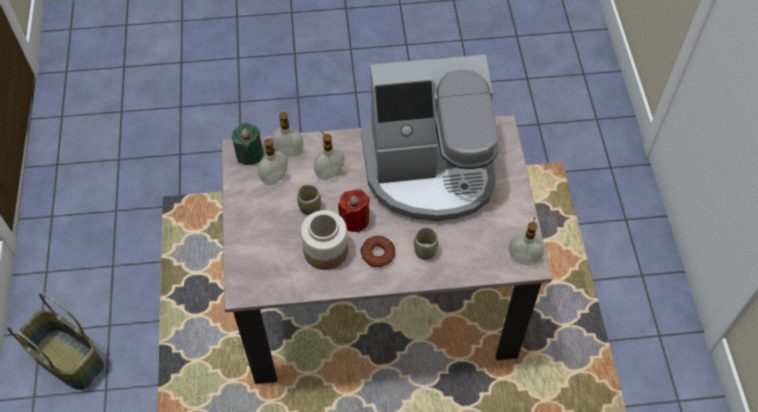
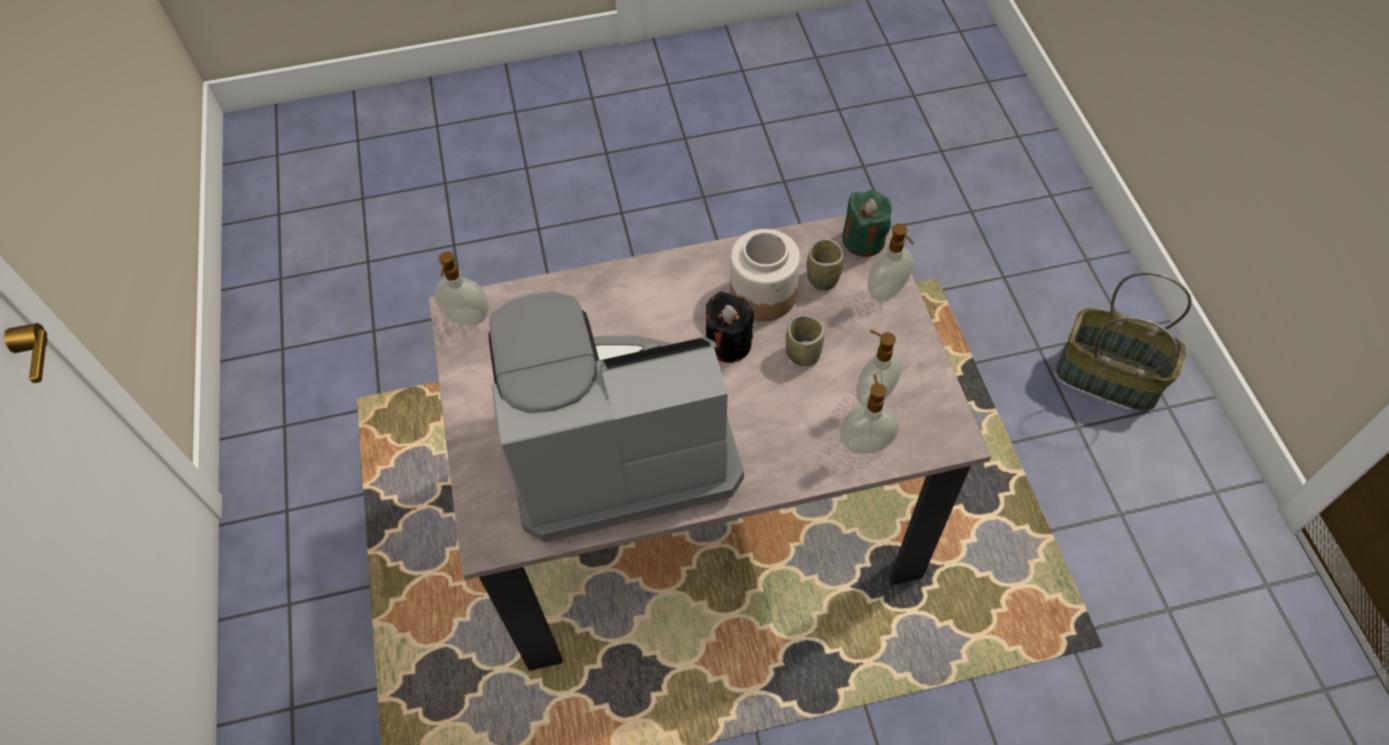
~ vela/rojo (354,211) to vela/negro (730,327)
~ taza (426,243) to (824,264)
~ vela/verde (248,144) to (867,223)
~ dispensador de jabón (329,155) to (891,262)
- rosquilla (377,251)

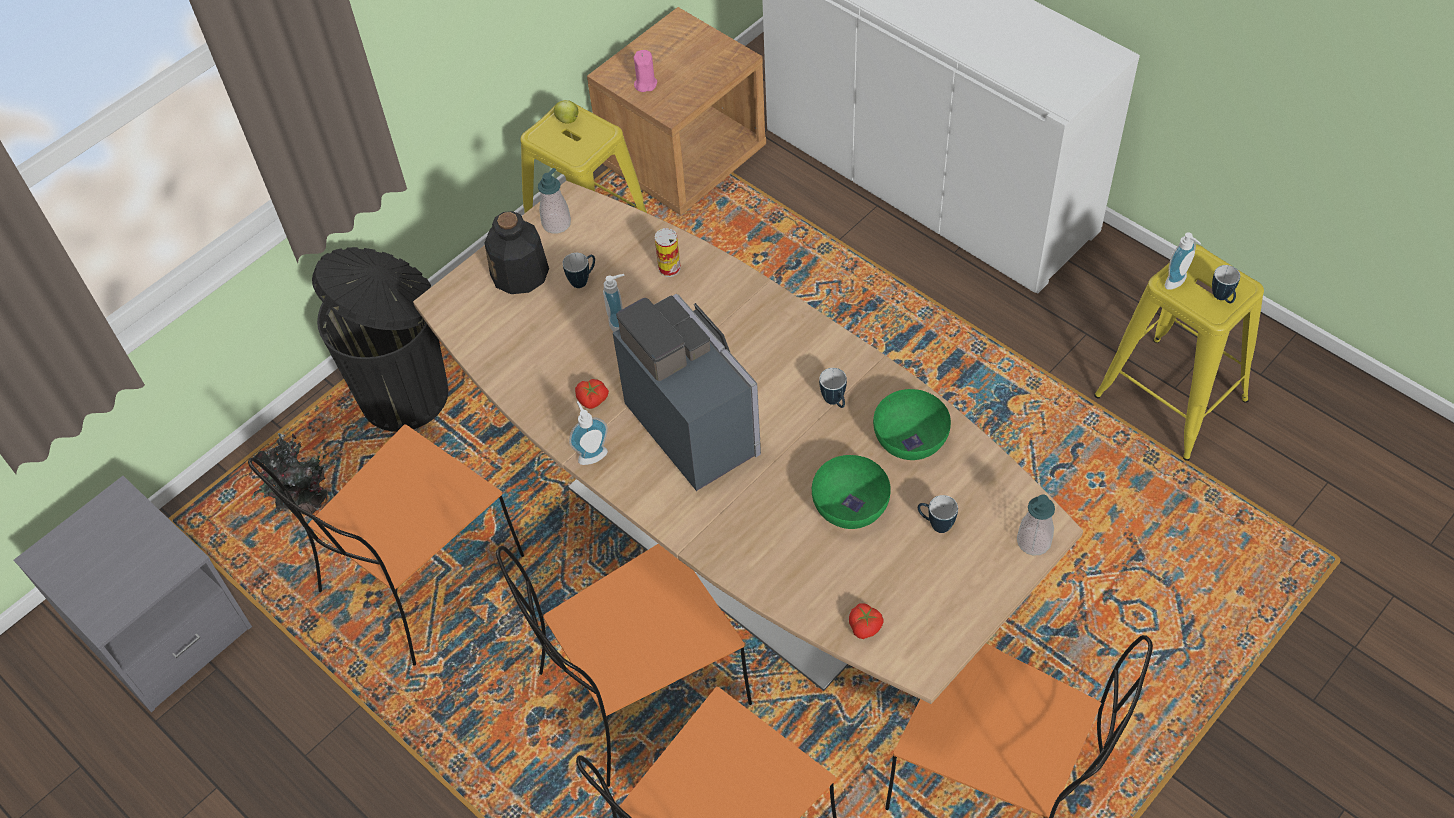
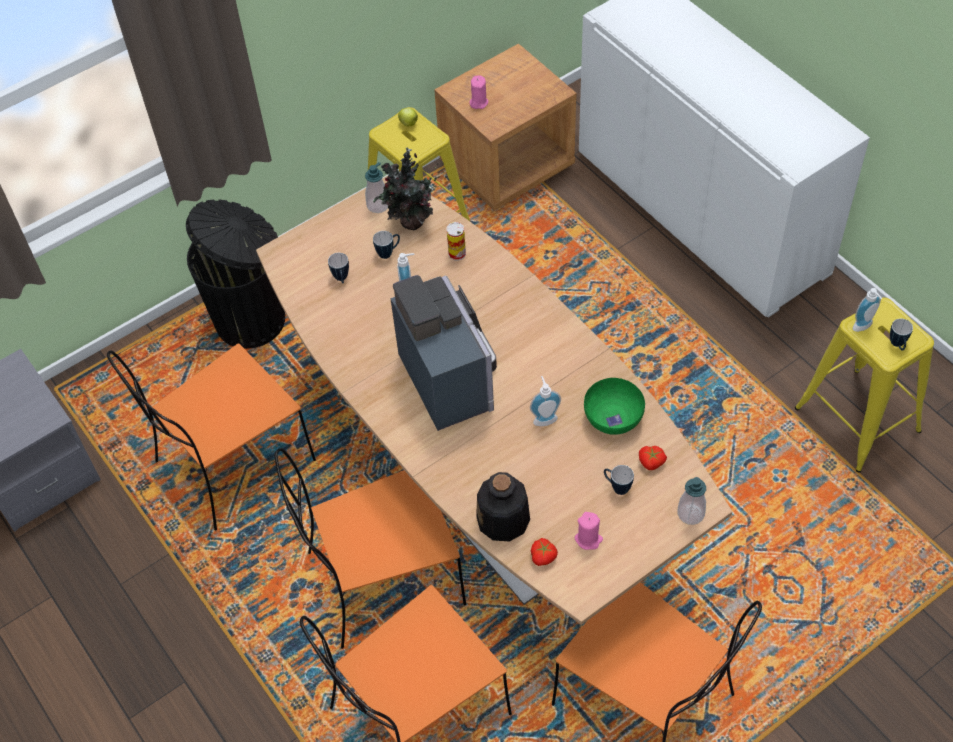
~ taza grande (833,388) to (338,268)
~ planta en maceta (290,474) to (406,189)
~ botella (516,252) to (503,506)
~ dispensador de jabón (588,433) to (545,401)
+ vela/rosa (588,531)
~ tomate (592,394) to (653,458)
- cuenco/verde (851,492)

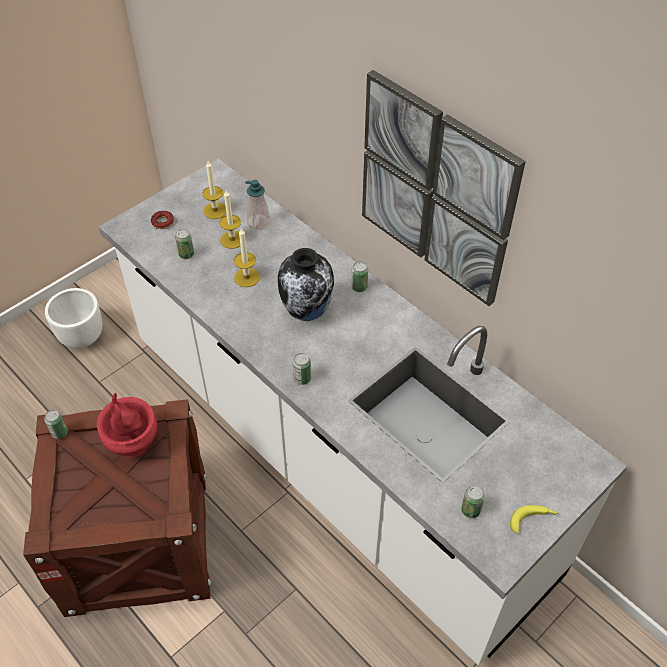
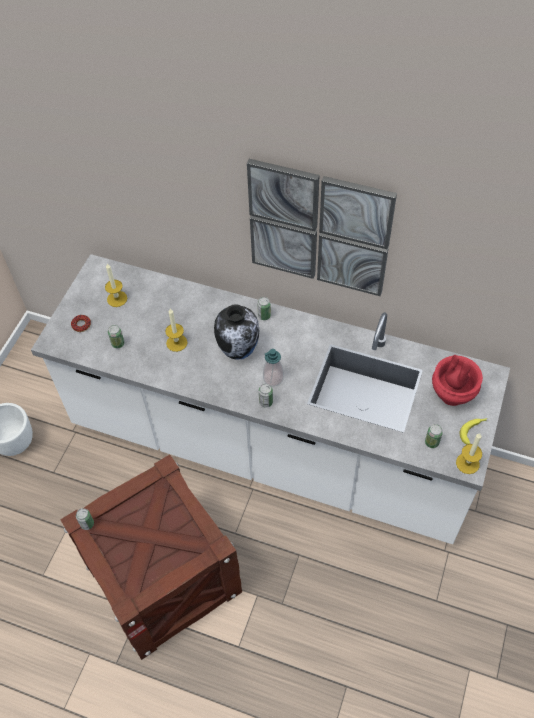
~ dispensador de jabón (257,205) to (273,367)
~ florero/rojo (127,425) to (457,380)
~ vela (230,219) to (469,453)

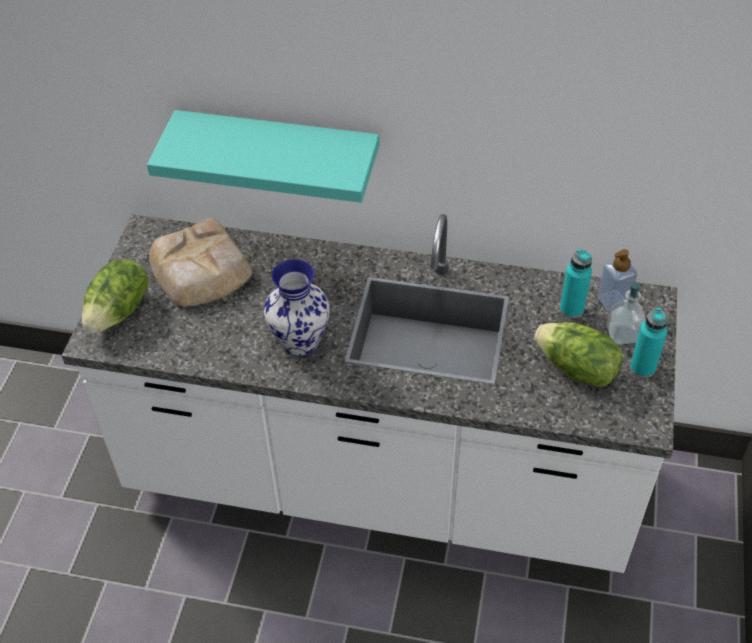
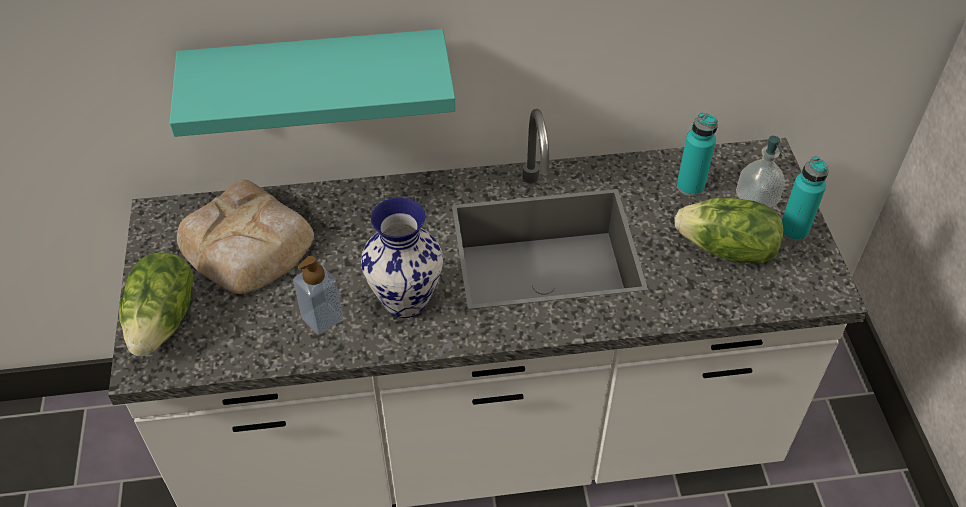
~ dispensador de jabón (617,280) to (318,295)

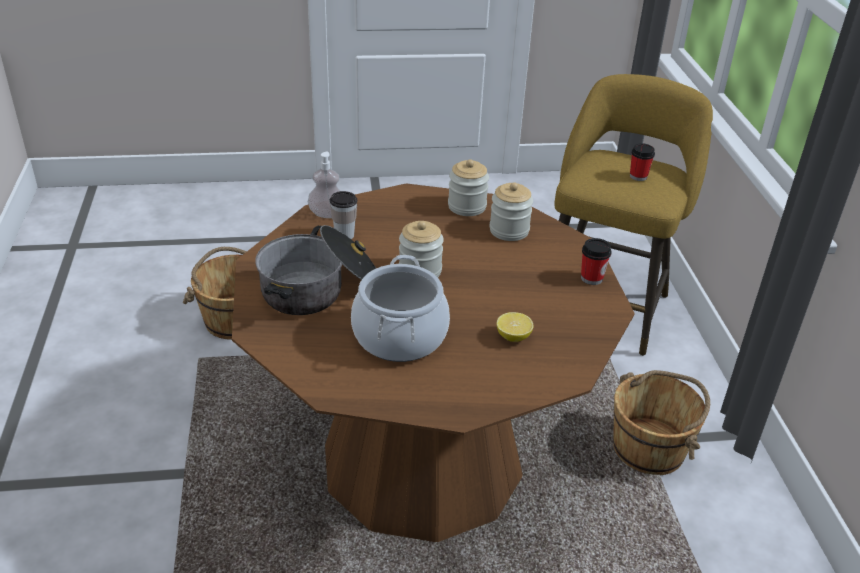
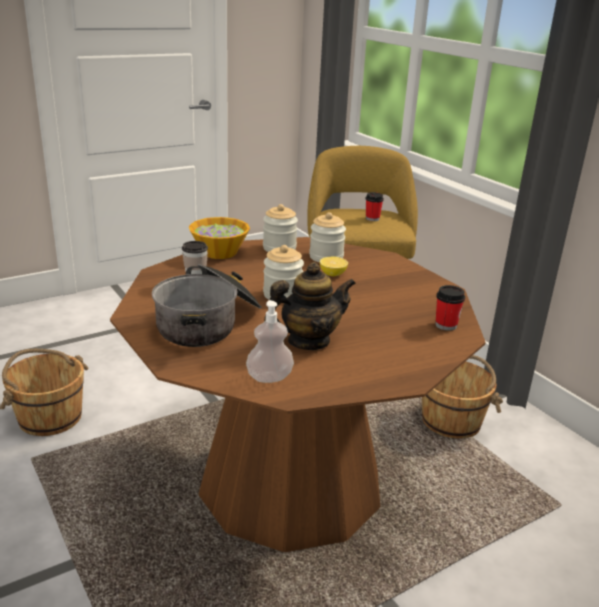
+ cuenco (219,238)
~ dispensador de jabón (324,185) to (270,341)
~ olla (400,308) to tetera (310,306)
~ limón (515,327) to (334,266)
~ taza (596,261) to (450,308)

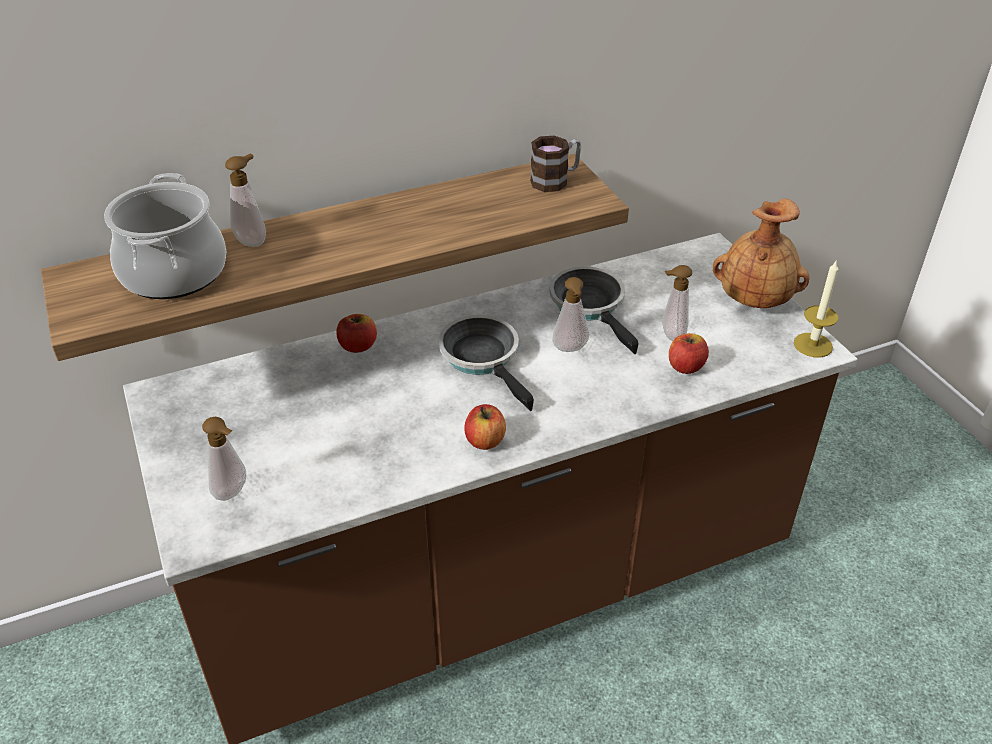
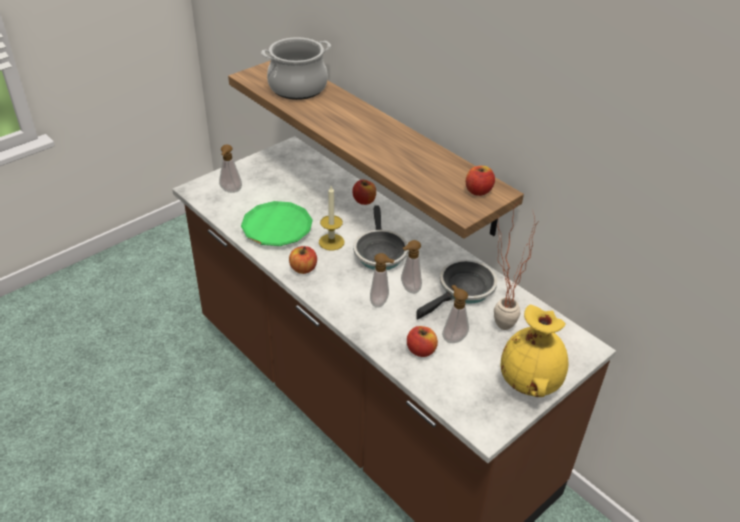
+ plato/verde (277,223)
~ vela (816,308) to (332,218)
~ sartén (486,363) = (380,237) 135 degrees clockwise
~ dispensador de jabón (245,200) to (382,280)
~ taza grande (555,164) to manzana (480,181)
+ planta en maceta (516,265)
~ florero/marrón (761,253) to florero/amarillo (534,351)

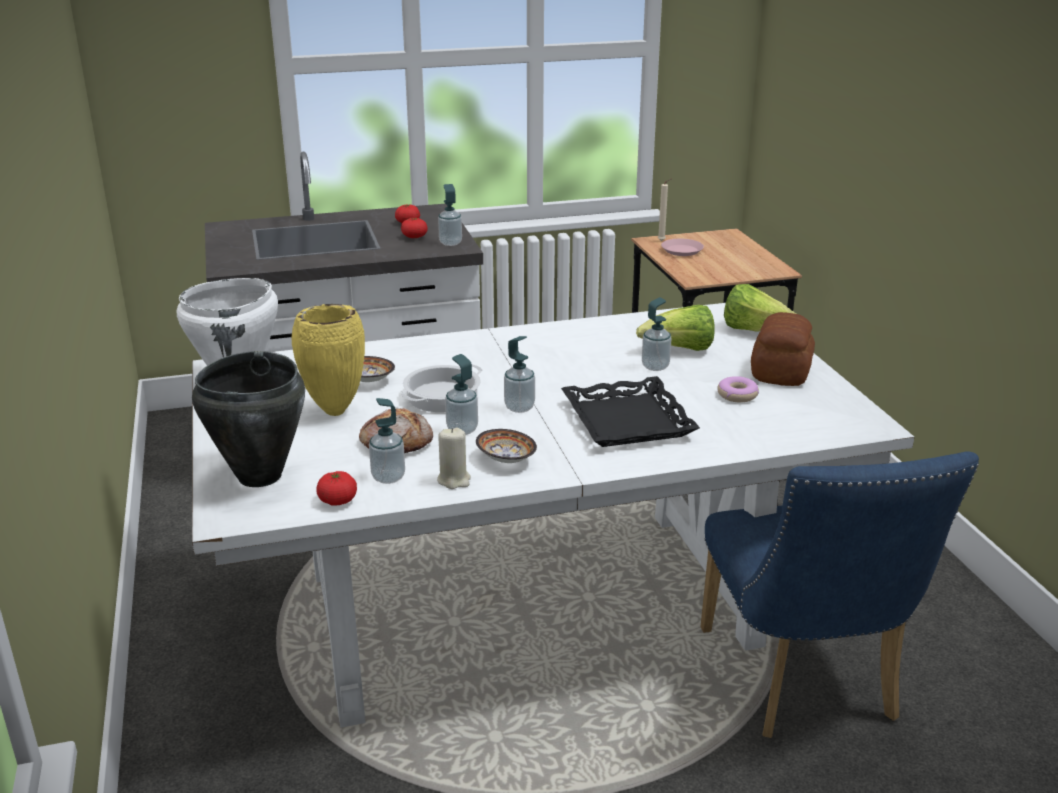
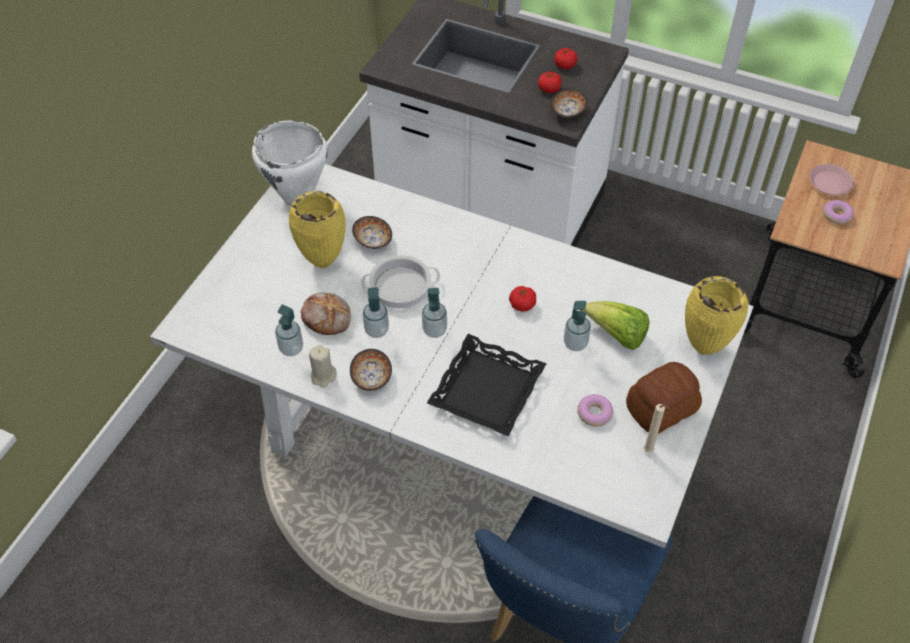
~ tomate (336,488) to (522,299)
~ dispensador de jabón (450,215) to cuenco (569,103)
~ vela/beis (664,210) to (657,428)
~ lechuga (760,307) to florero/amarillo (716,315)
+ rosquilla (838,212)
- olla/negro (248,419)

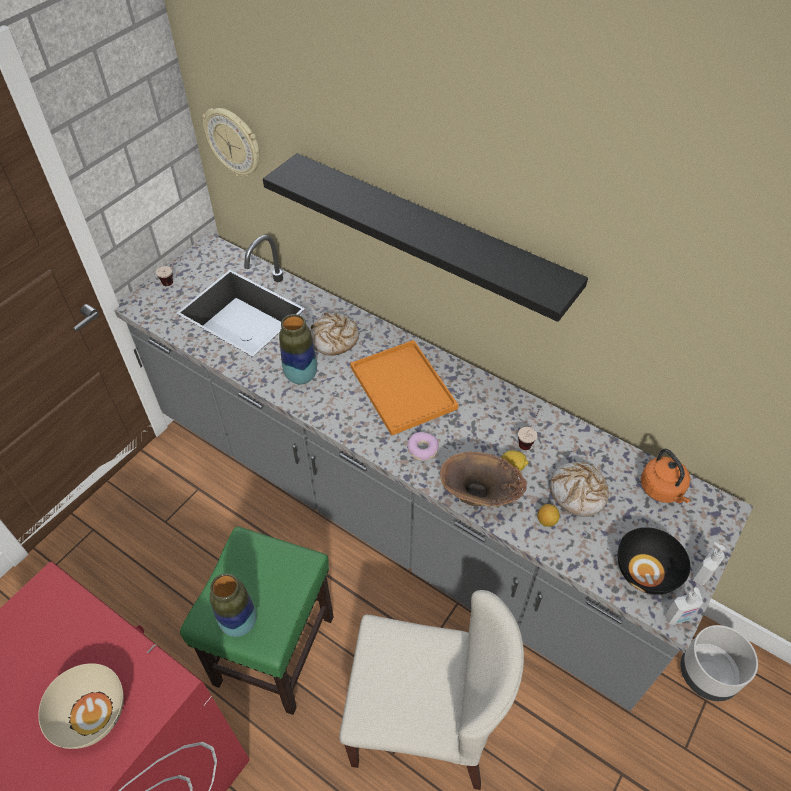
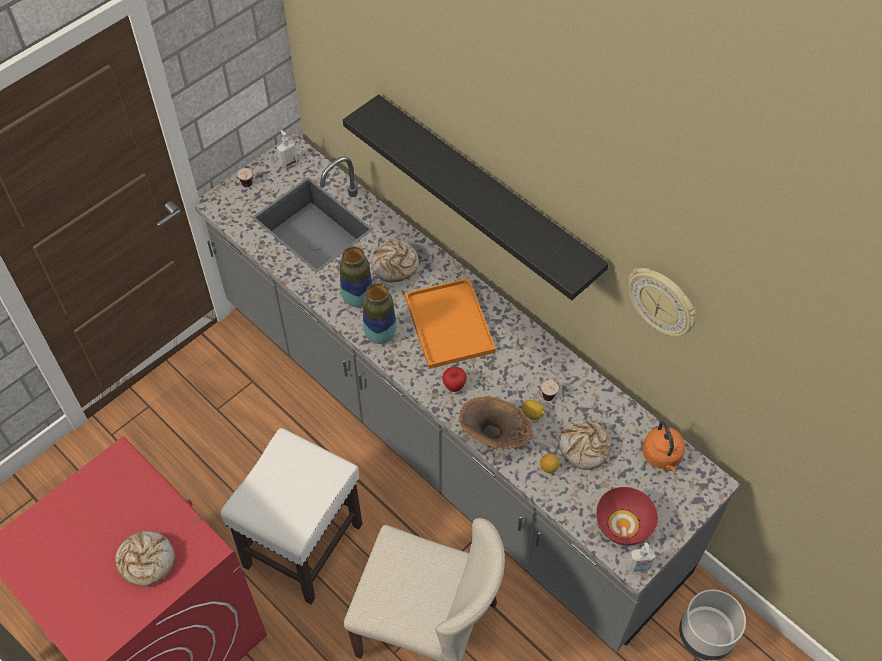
~ cuenco/beis (81,706) to pan (145,558)
~ taburete/verde (257,620) to taburete/blanco (291,516)
~ dispensador de jabón (709,564) to (287,149)
~ florero (233,605) to (379,313)
~ rosquilla (423,446) to manzana (454,379)
~ cuenco/negro (654,561) to cuenco/rojo (627,516)
~ reloj de pared (231,142) to (662,302)

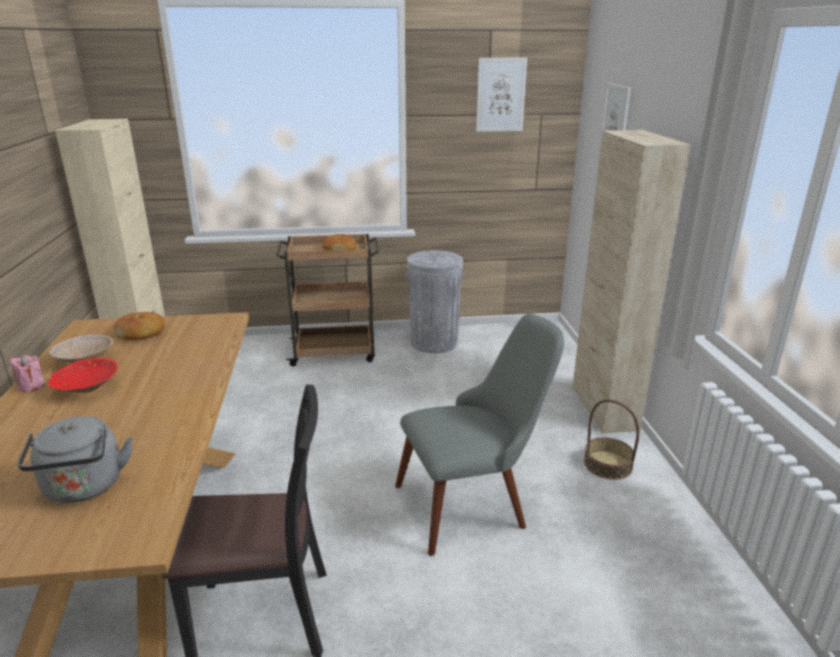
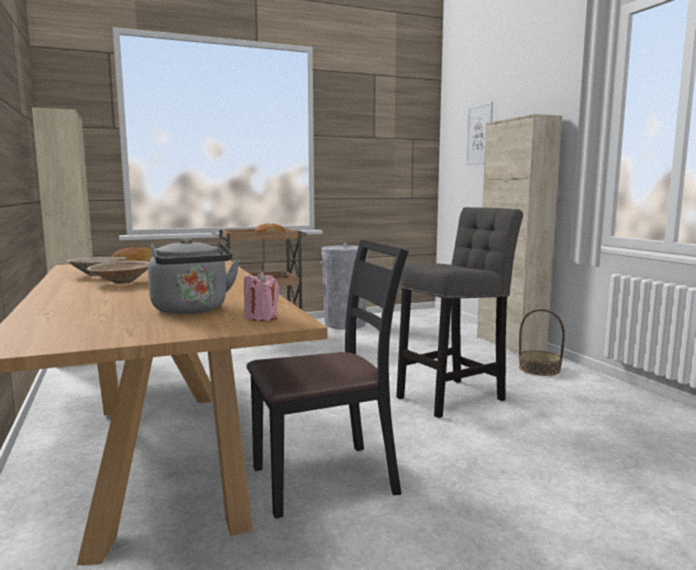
~ cuenco/rojo (83,375) to cuenco/beis (118,272)
~ vela/rosa (27,374) to (262,296)
~ silla/gris (479,435) to taburete/gris (459,312)
- cuadro (501,95)

